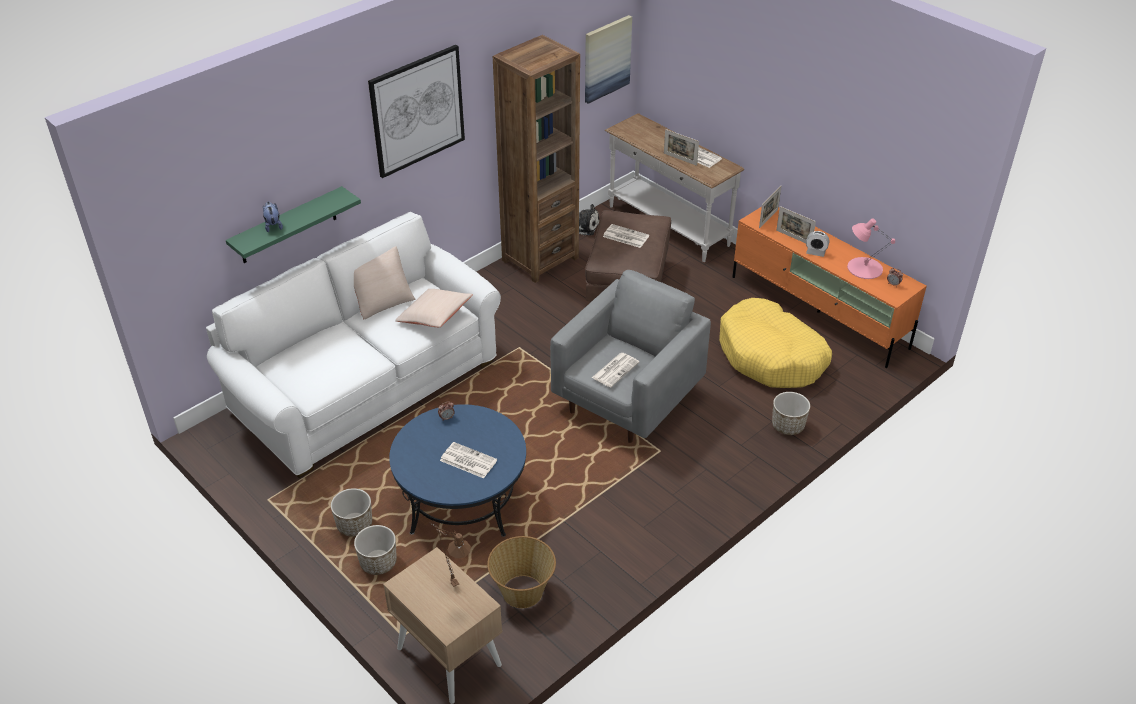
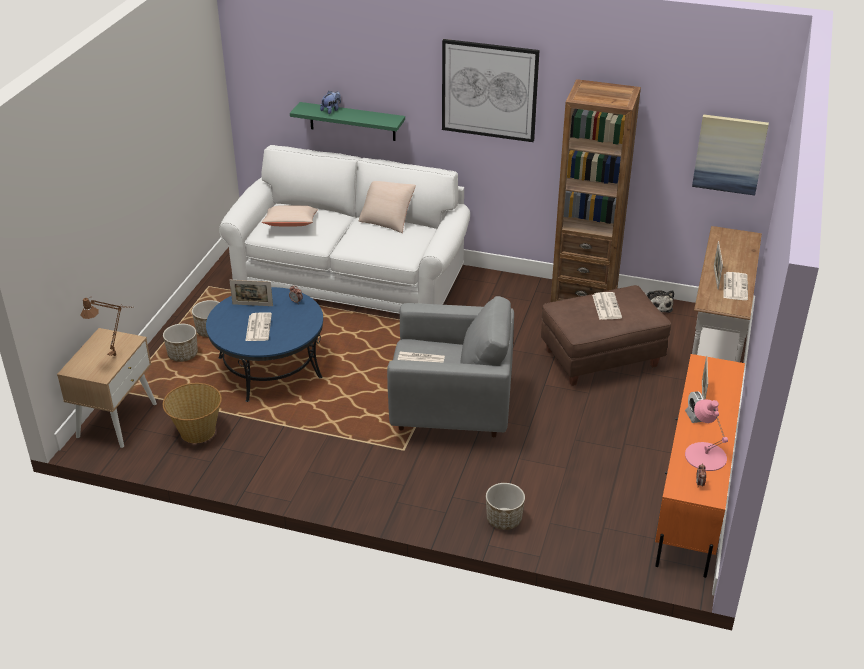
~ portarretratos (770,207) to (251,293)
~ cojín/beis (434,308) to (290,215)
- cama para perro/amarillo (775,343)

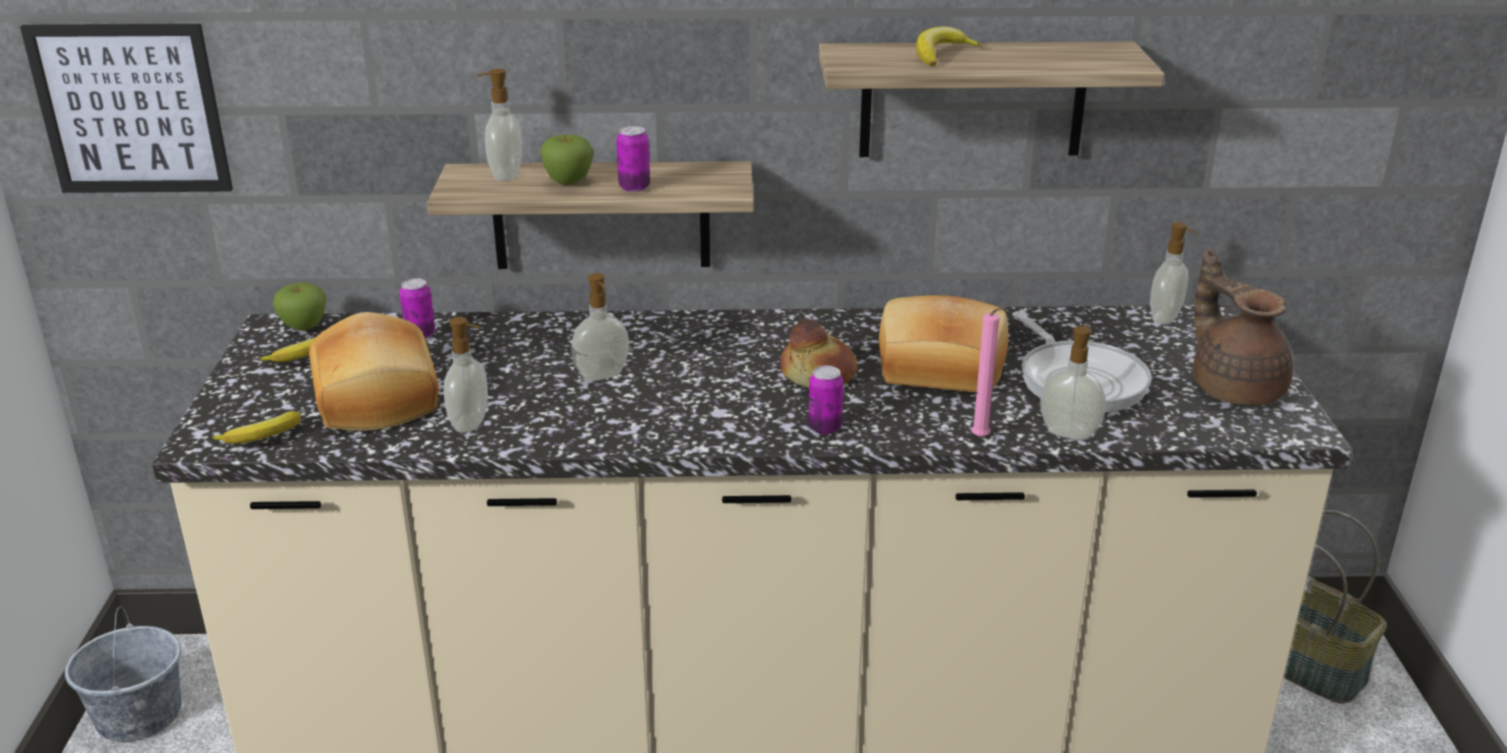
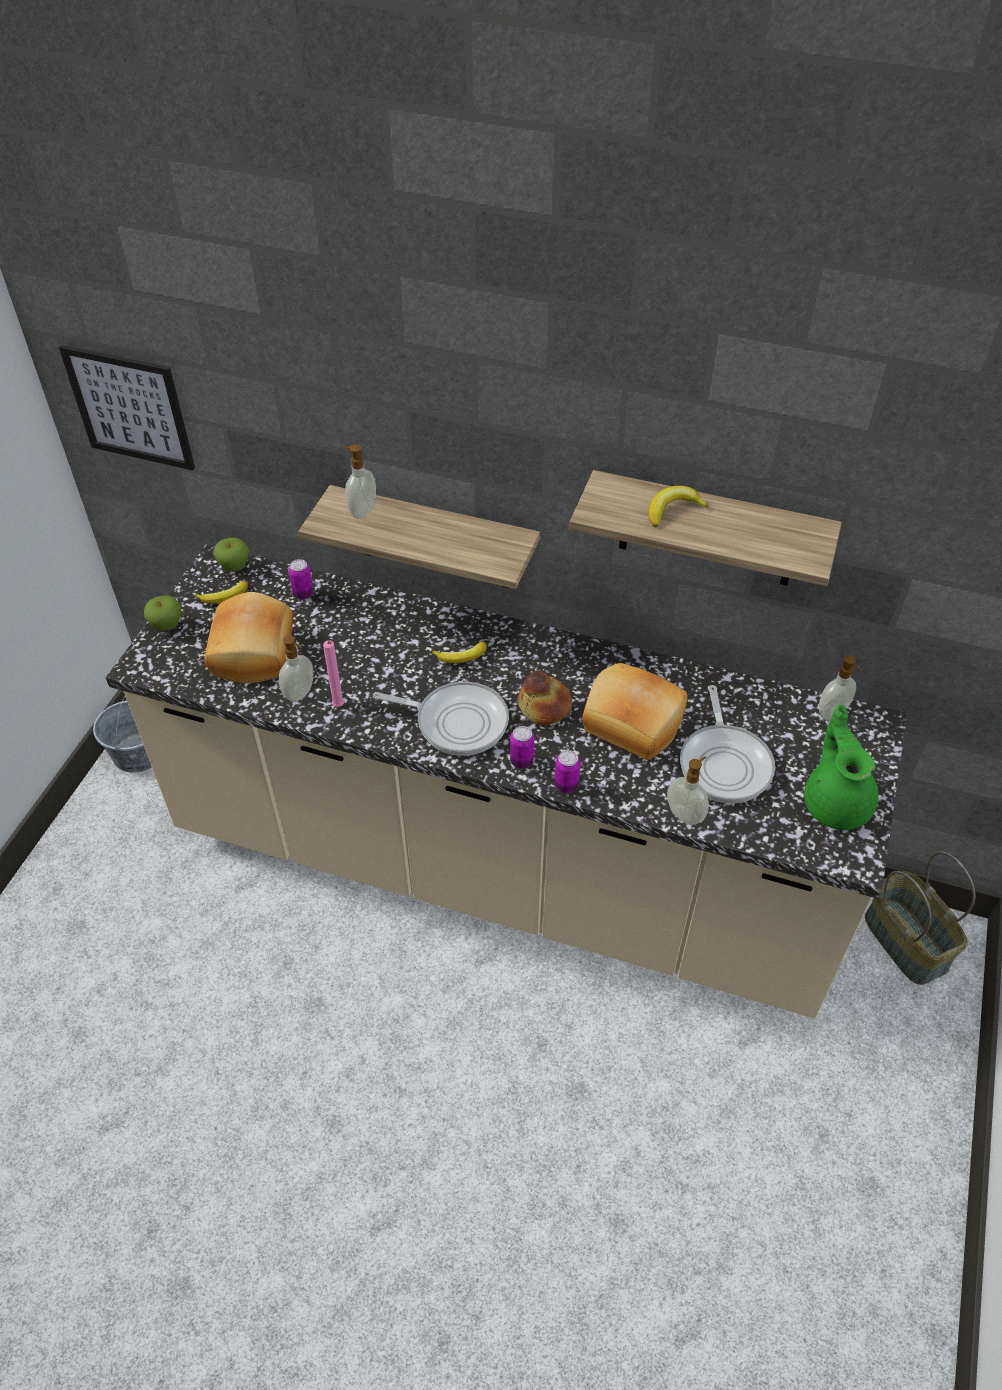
~ manzana (567,159) to (162,613)
~ vela/rosa (989,372) to (333,673)
+ sartén (440,719)
~ plátano (256,427) to (459,652)
~ lata (633,159) to (567,771)
~ tetera/marrón (1243,327) to tetera/verde (841,767)
- dispensador de jabón (600,327)

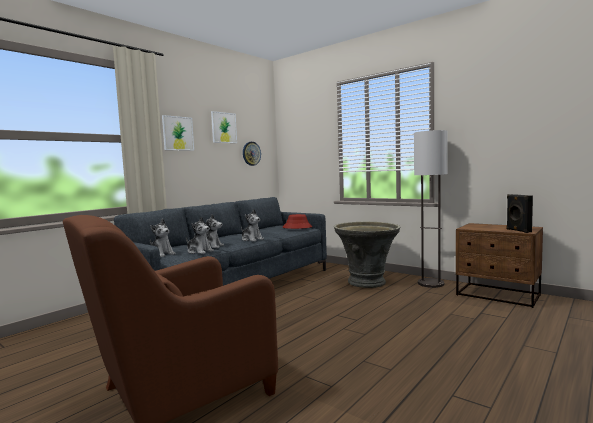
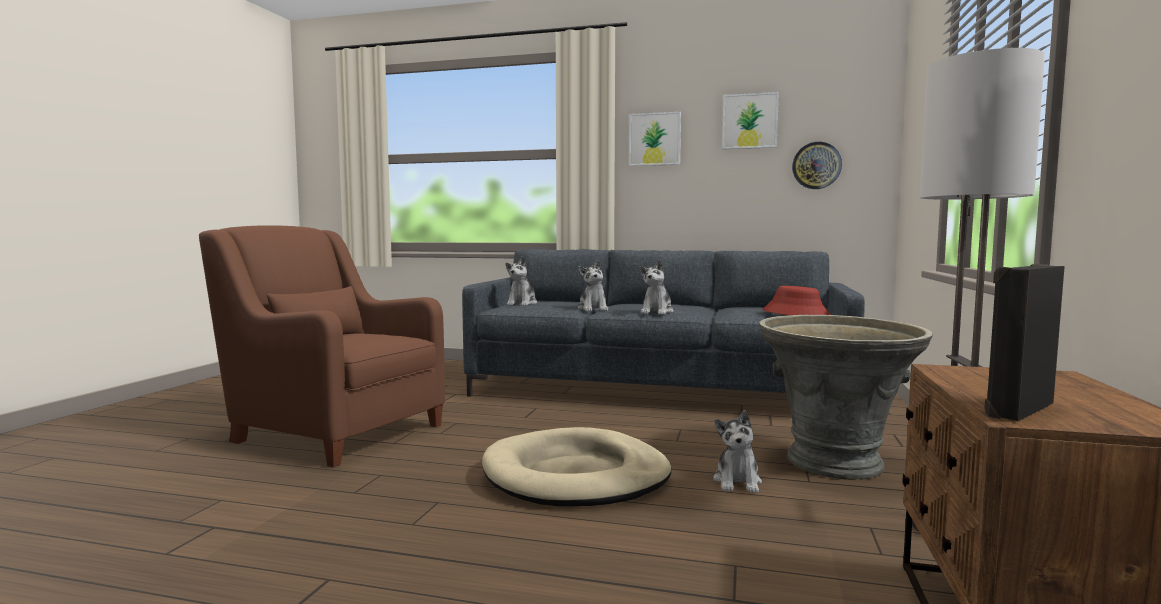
+ cama para perro/beis (577,466)
~ peluche (200,235) to (737,451)

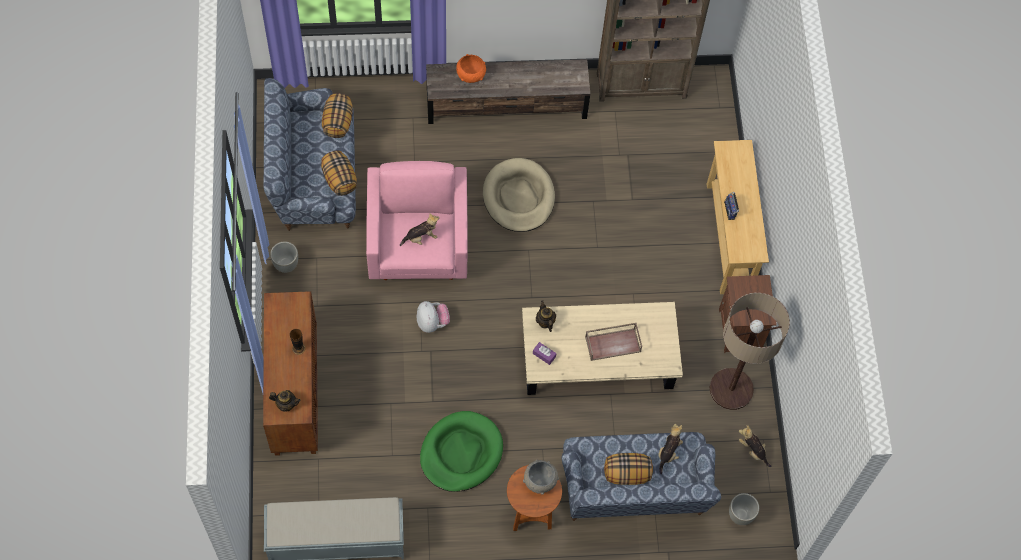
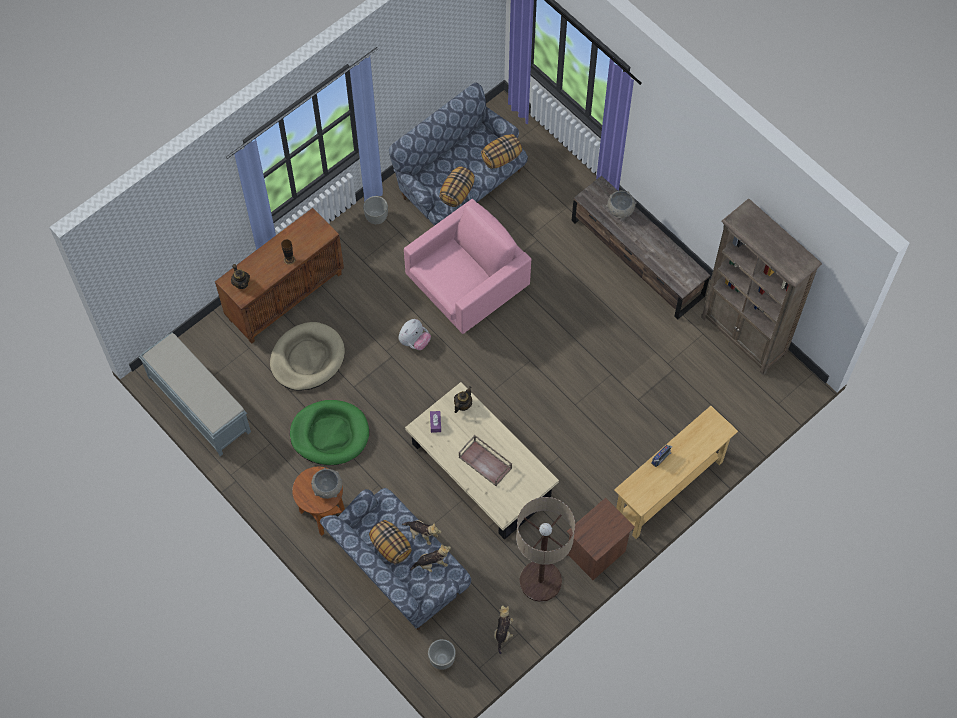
~ cama para perro/beis (519,195) to (307,356)
~ peluche (419,229) to (421,532)
~ cuenco/naranja (471,68) to cuenco/gris (621,205)

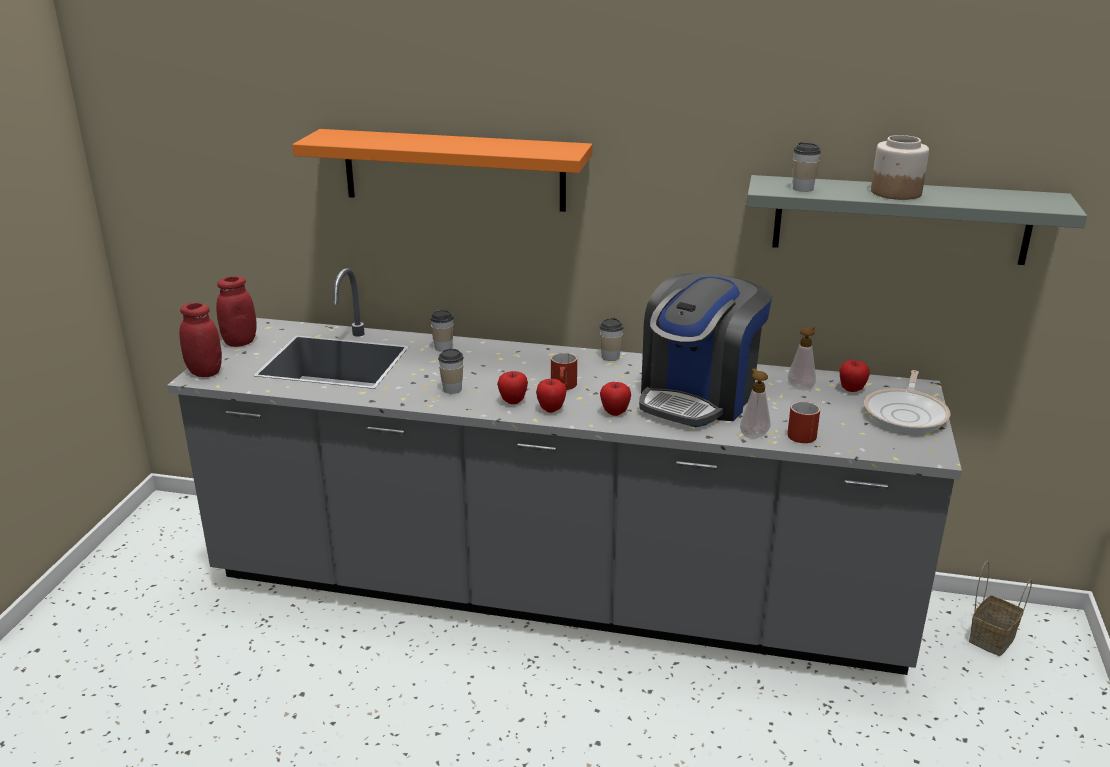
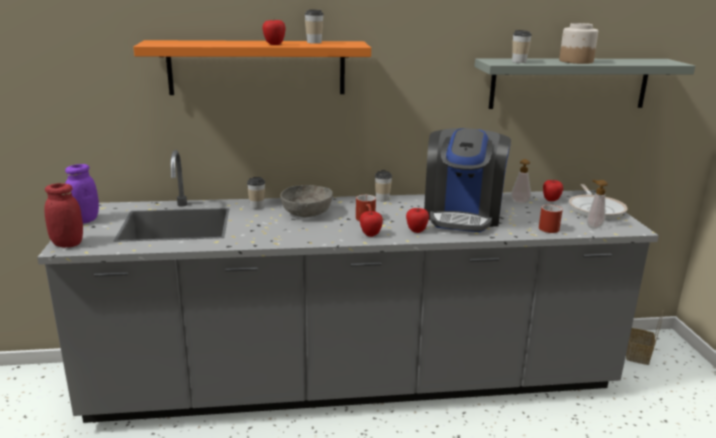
~ tarro/rojo (236,311) to tarro/morado (82,193)
~ manzana (512,387) to (274,31)
+ cuenco/gris (306,201)
~ taza (451,371) to (314,26)
~ dispensador de jabón (755,403) to (597,204)

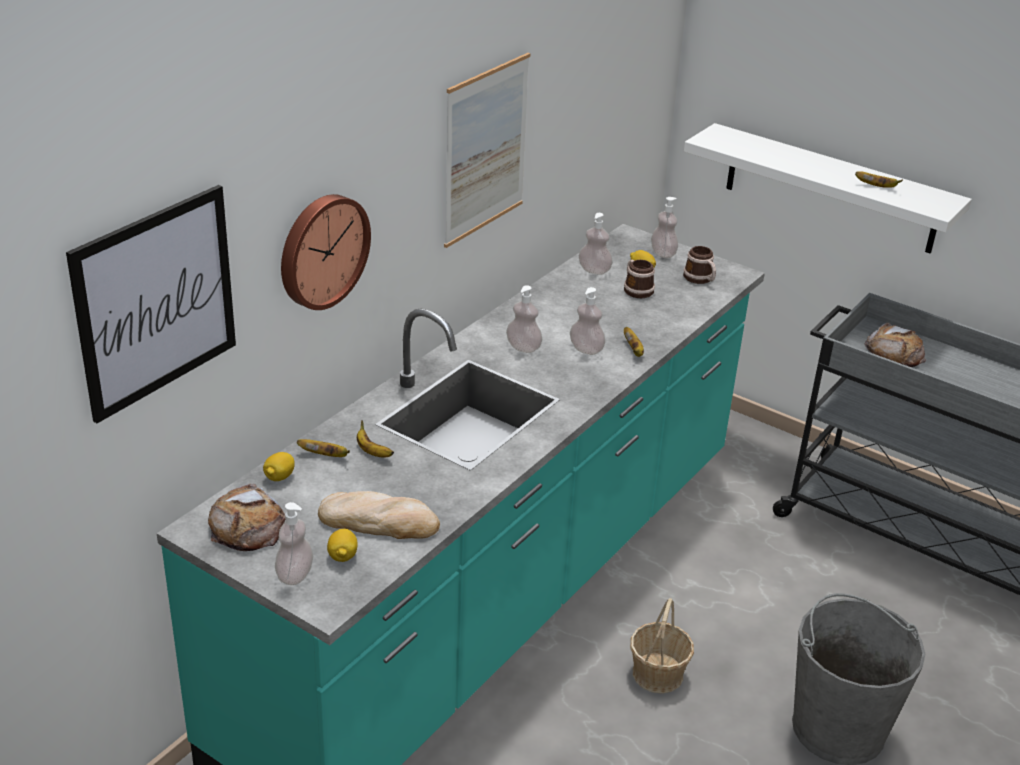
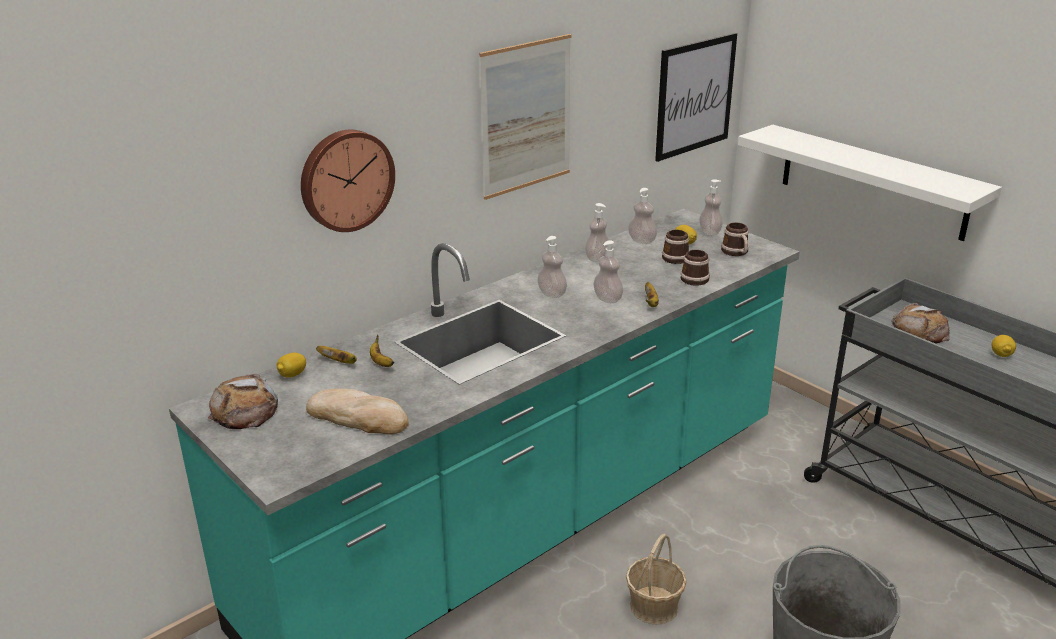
~ dispensador de jabón (294,543) to (597,232)
~ cuadro (151,304) to (696,97)
+ taza grande (695,268)
~ limón (342,545) to (1004,346)
- plátano (879,179)

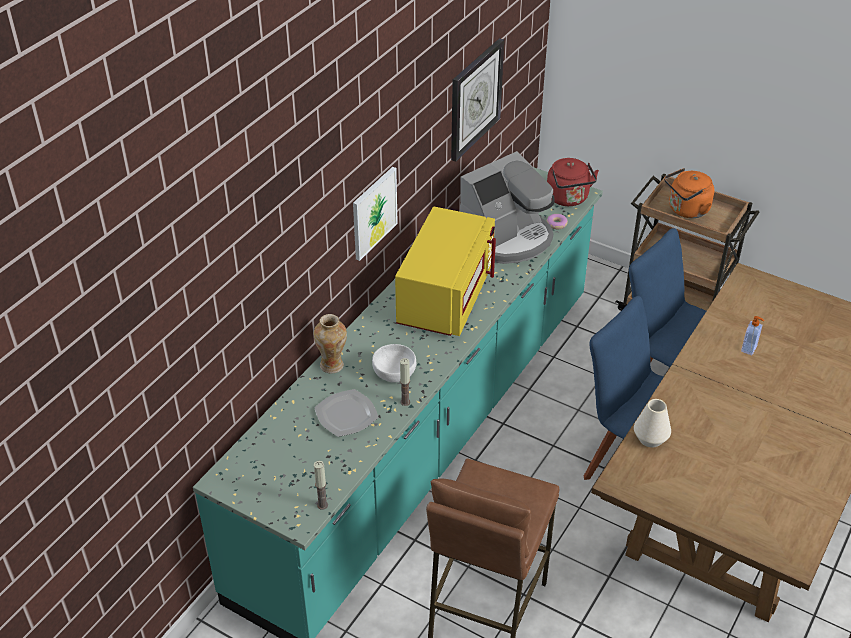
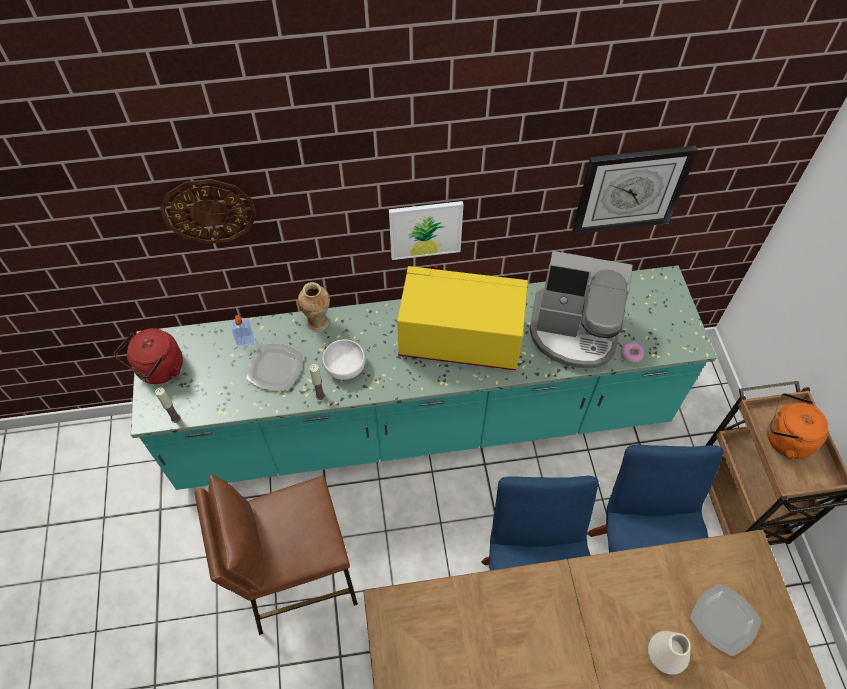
~ hervidor/rojo (573,182) to (148,356)
+ reloj de pared (208,211)
~ dispensador de jabón (752,335) to (243,331)
~ microondas/amarillo (445,271) = (462,317) 150 degrees counterclockwise
~ florero/blanco (652,423) to (669,653)
+ plato (725,620)

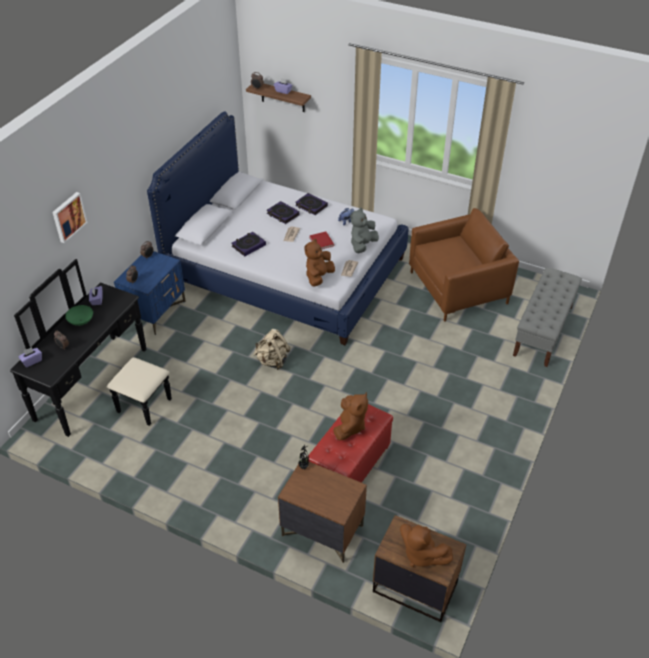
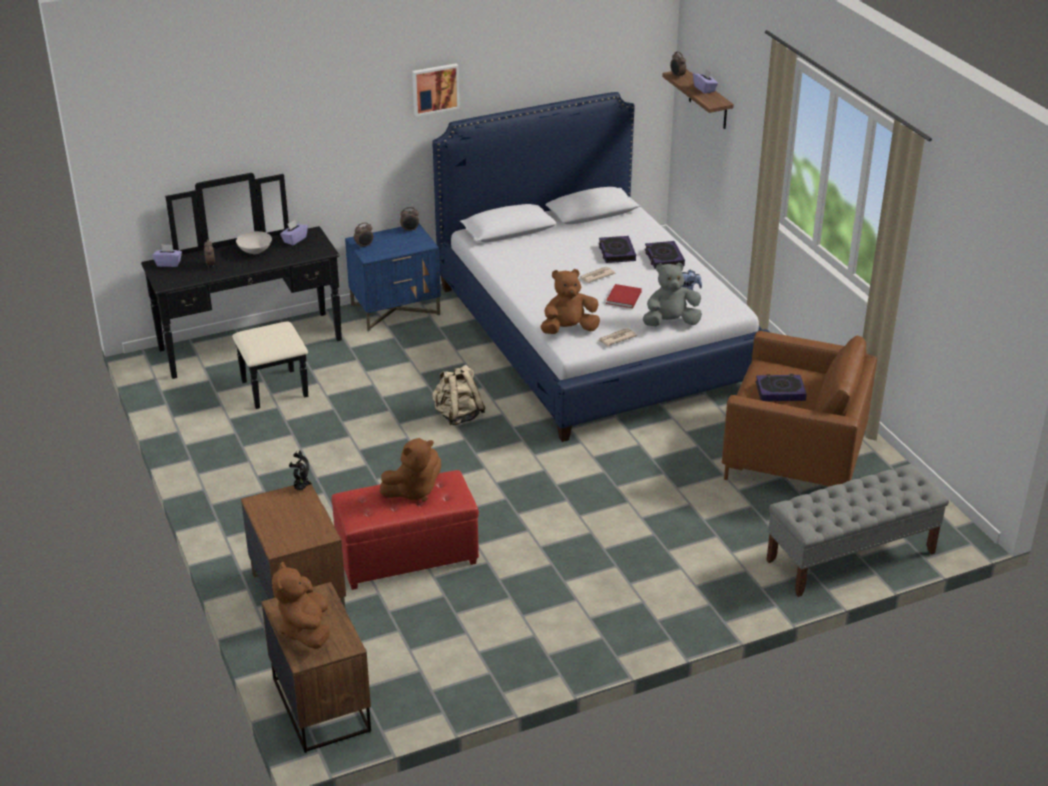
~ cuenco/verde (79,315) to cuenco/blanco (254,242)
~ cuadro (70,217) to (436,89)
~ libro (249,244) to (781,387)

